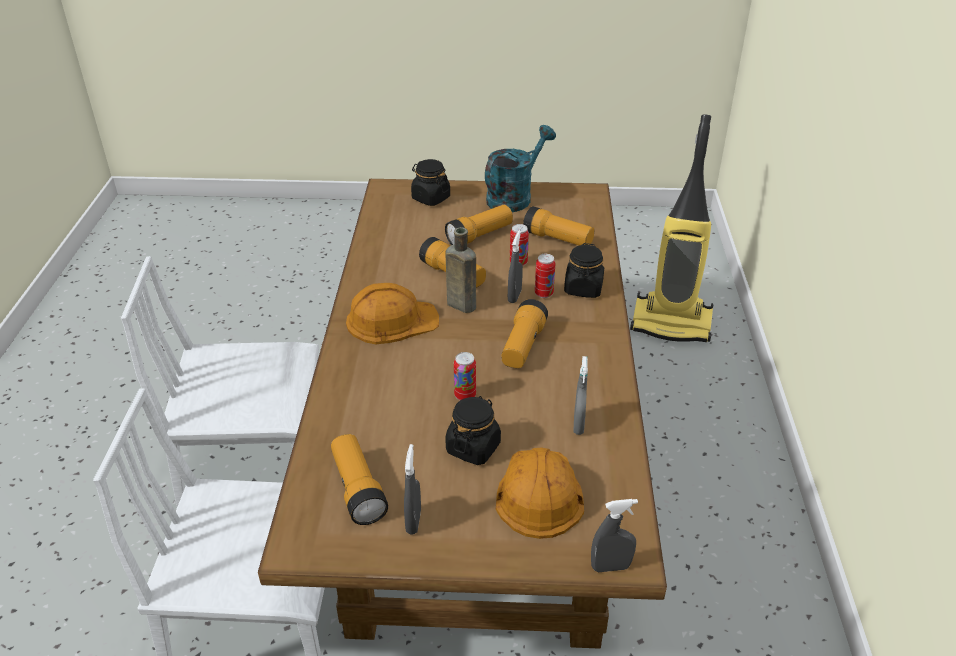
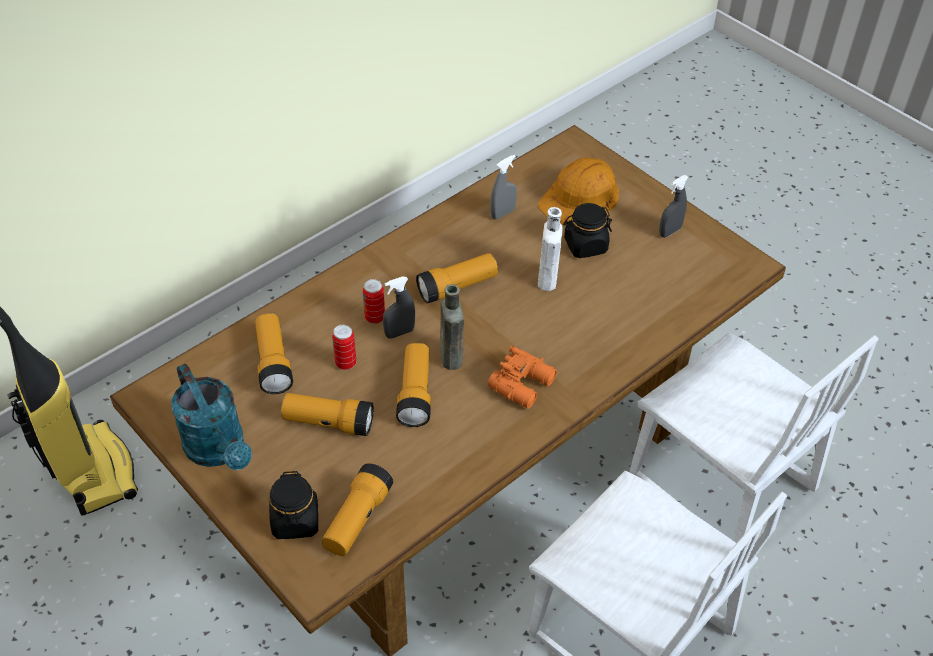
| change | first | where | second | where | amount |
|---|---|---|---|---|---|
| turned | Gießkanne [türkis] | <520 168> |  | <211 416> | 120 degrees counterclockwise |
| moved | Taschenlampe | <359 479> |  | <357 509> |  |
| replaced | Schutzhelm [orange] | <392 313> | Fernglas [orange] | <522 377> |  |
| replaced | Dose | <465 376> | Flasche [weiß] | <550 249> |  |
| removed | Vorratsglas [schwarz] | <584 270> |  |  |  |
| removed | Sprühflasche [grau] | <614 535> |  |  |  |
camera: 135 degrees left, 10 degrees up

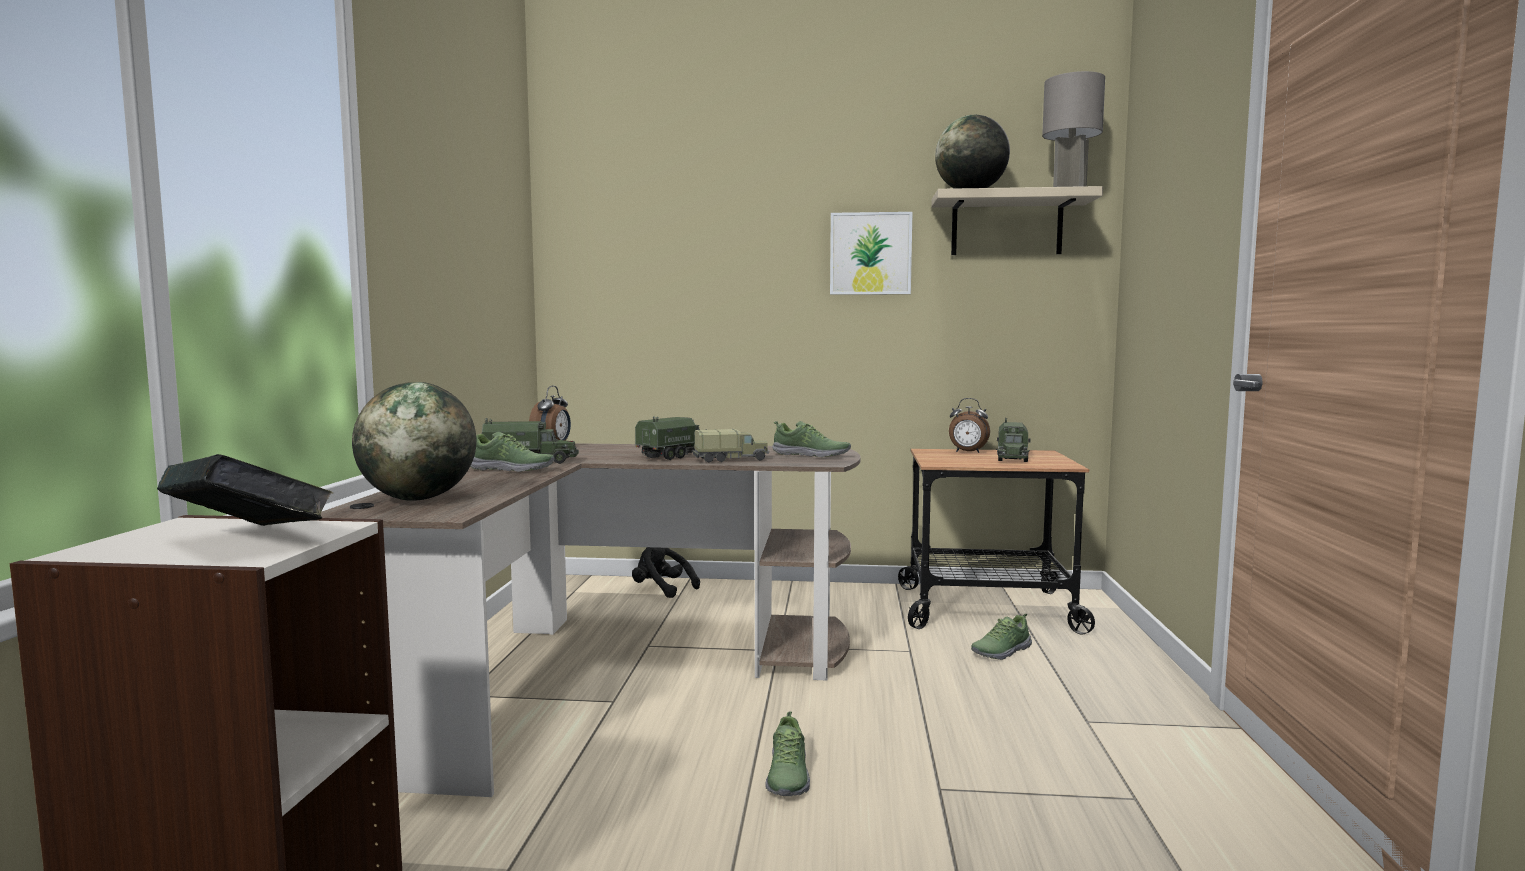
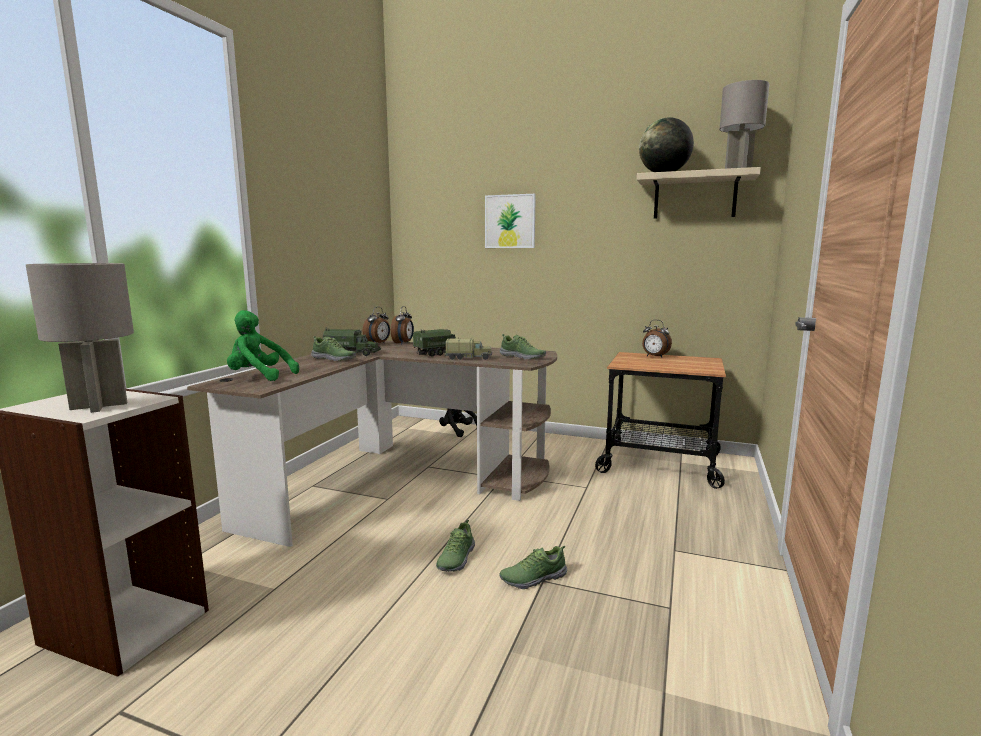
| change | first | where | second | where | amount |
|---|---|---|---|---|---|
| replaced | Buch | <245 490> | Tischlampe [grau] | <80 338> |  |
| replaced | Globus | <414 441> | Plüschtier [grün] | <263 345> |  |
| added |  |  | Wecker | <402 325> |  |
| moved | Bild | <871 253> |  | <510 221> |  |
| moved | Schuh | <1001 637> |  | <533 567> |  |
| removed | Spielzeuglaster | <1013 440> |  |  |  |
camera: 15 degrees right, 5 degrees up

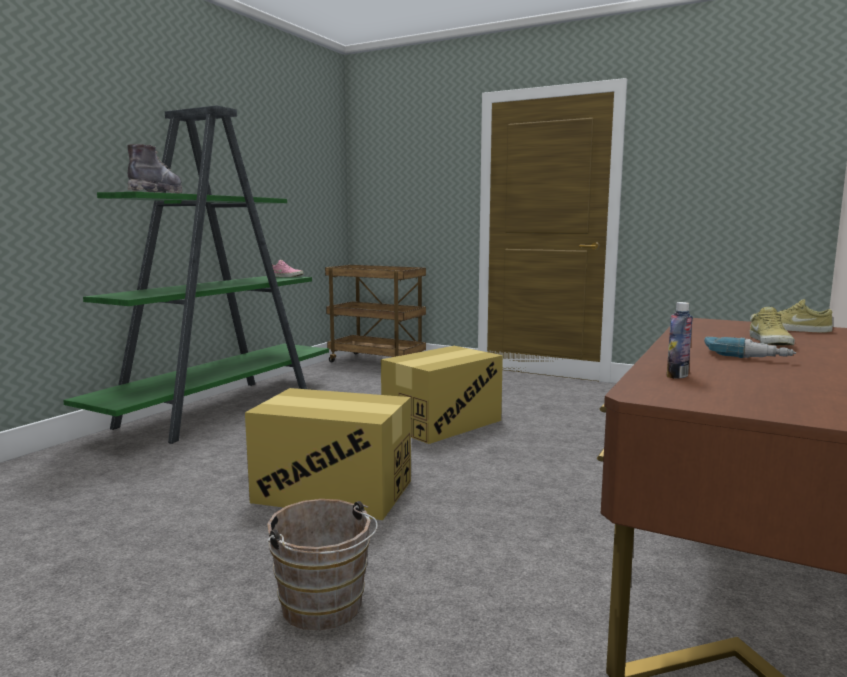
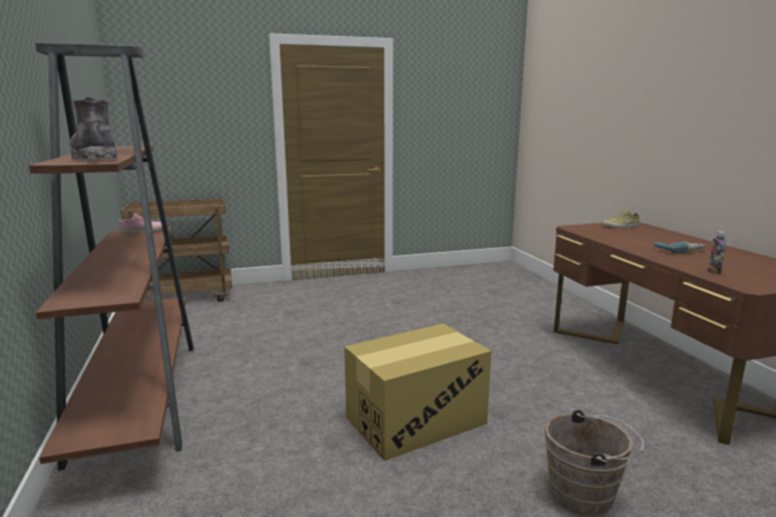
| change | first | where | second | where | amount |
|---|---|---|---|---|---|
| recoloured | Bücherregal [grün] | <196 274> | Bücherregal [braun] | <111 257> |  |
| removed | Karton | <442 395> |  |  |  |
| removed | Schuh [beige] | <772 326> |  |  |  |
camera: 45 degrees left, 5 degrees up

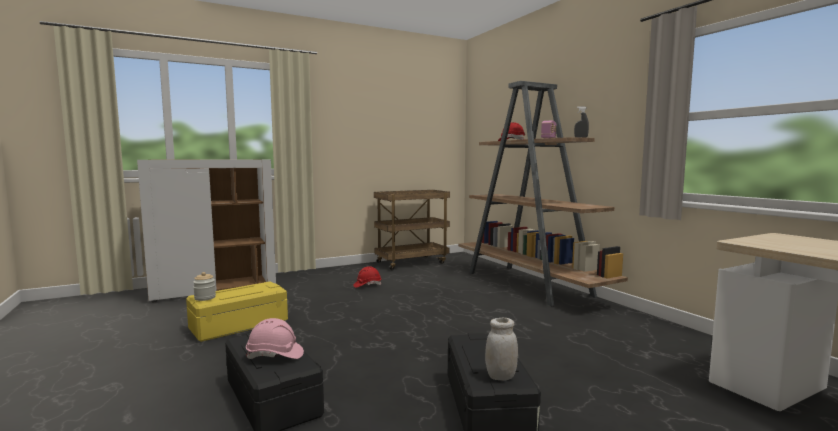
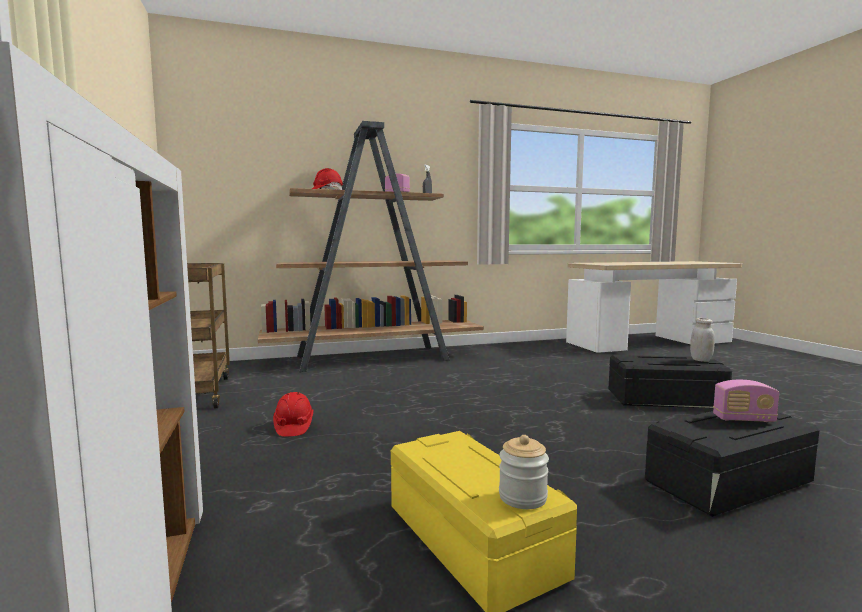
| change | first | where | second | where | amount |
|---|---|---|---|---|---|
| replaced | Schutzhelm [rosa] | <275 338> | Radio | <746 401> |  |
camera: 80 degrees left, 0 degrees up

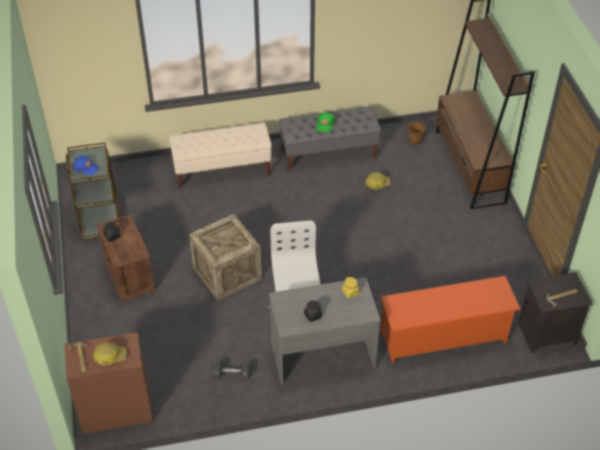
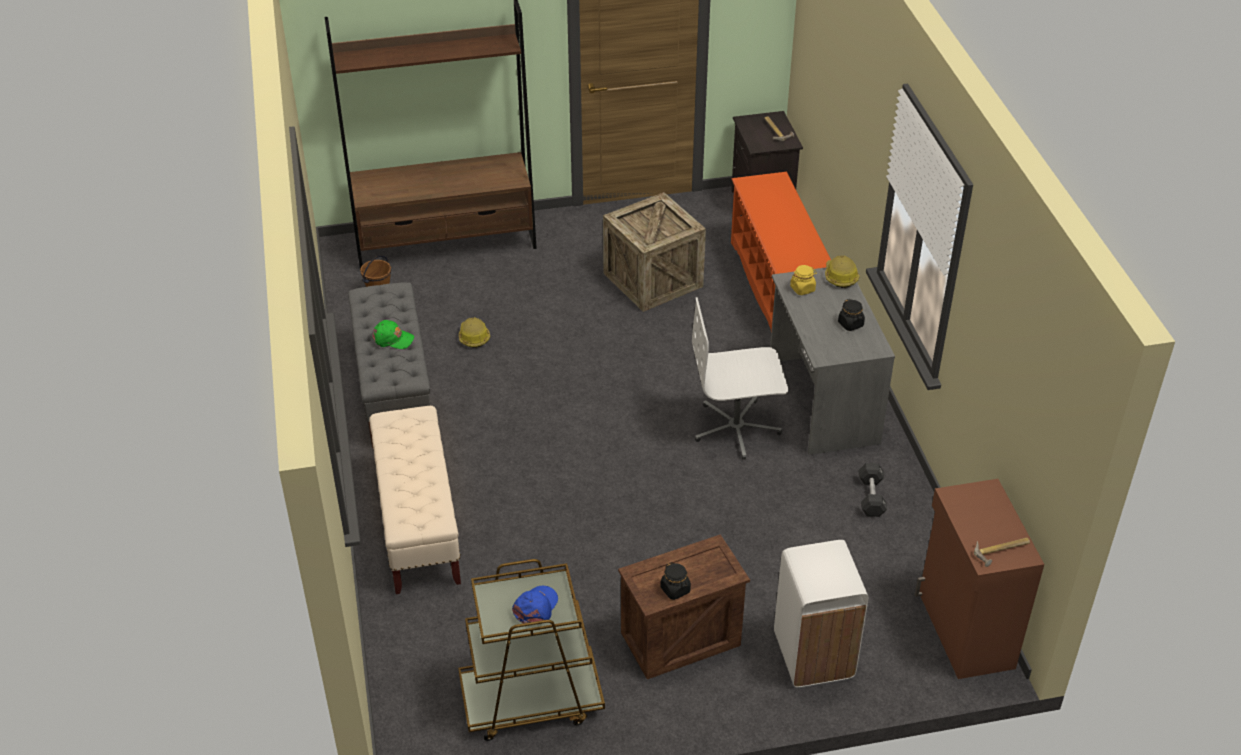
| change | first | where | second | where | amount |
|---|---|---|---|---|---|
| moved | Kiste | <225 257> |  | <654 252> |  |
| added |  |  | Mülleimer [weiß] | <821 613> |  |
| moved | Schutzhelm | <110 354> |  | <842 271> |  |
camera: 90 degrees left, 5 degrees down

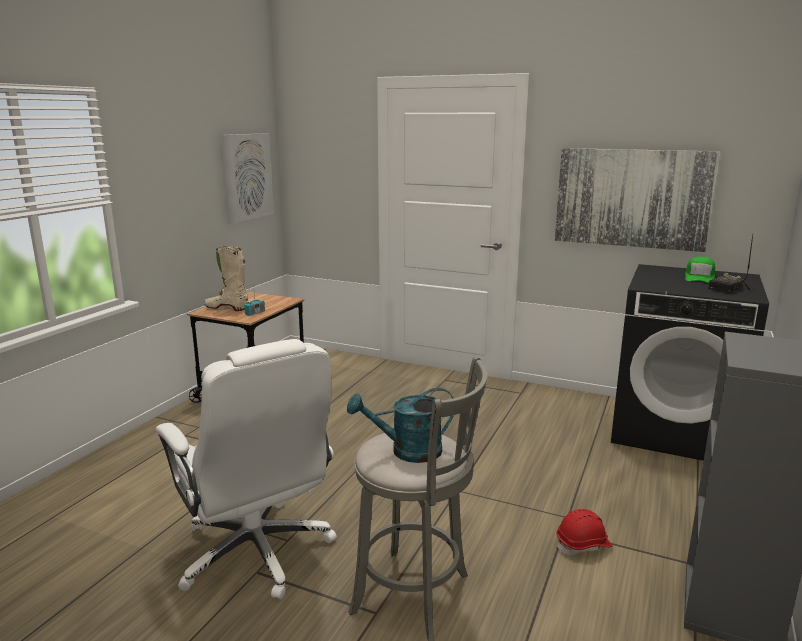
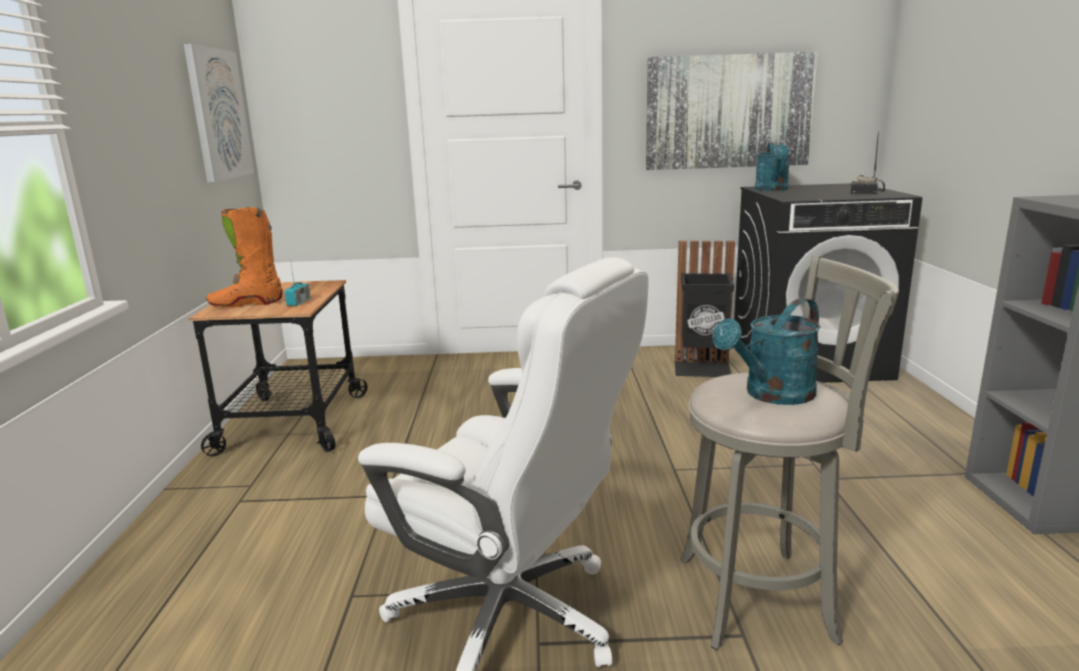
| change | first | where | second | where | amount |
|---|---|---|---|---|---|
| recoloured | Stiefel [beige] | <226 278> | Stiefel [orange] | <244 257> |  |
| added |  |  | Mülleimer [schwarz] | <705 309> |  |
| added |  |  | Gießkanne [türkis] | <772 167> |  |
| removed | Schutzhelm [rot] | <584 532> |  |  |  |
| removed | Kappe [grün] | <700 270> |  |  |  |
camera: 25 degrees left, 0 degrees up

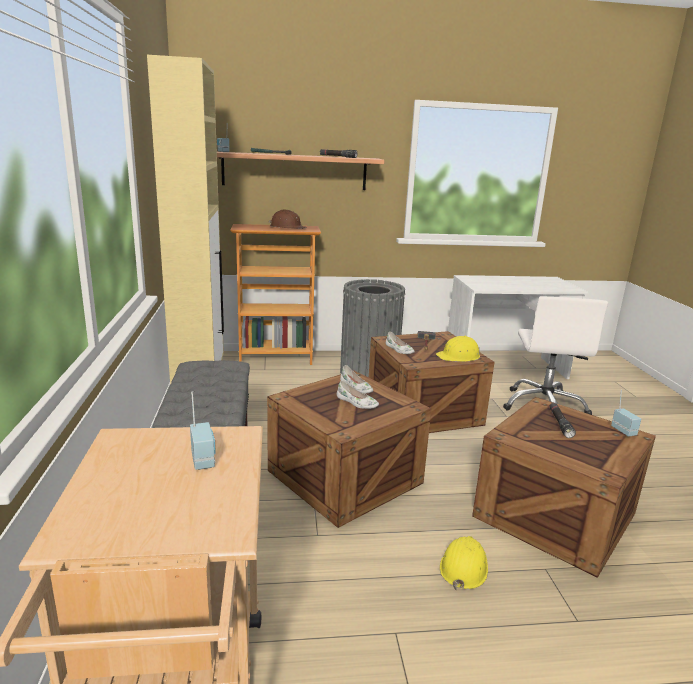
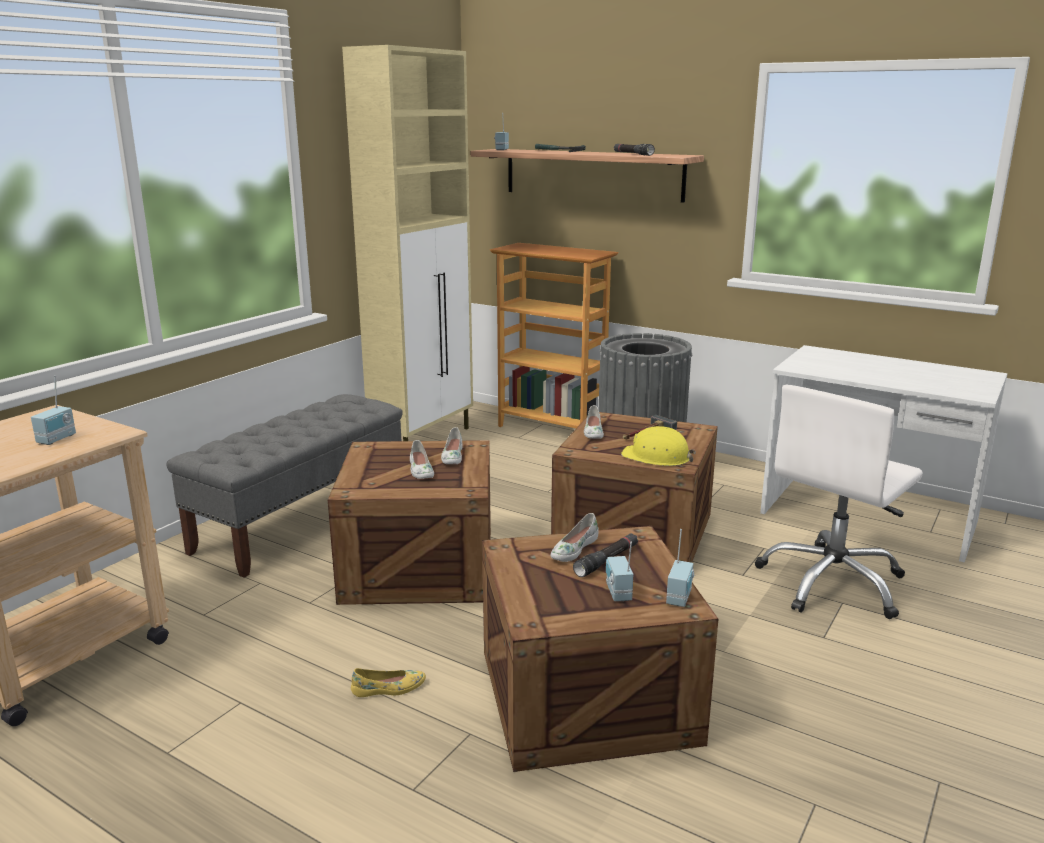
| change | first | where | second | where | amount |
|---|---|---|---|---|---|
| replaced | Schutzhelm [gelb] | <464 563> | Schuh [gelb] | <388 682> |  |
| added |  |  | Schuh [weiß] | <575 537> |  |
| added |  |  | Radio | <619 571> |  |
| removed | Schutzhelm [braun] | <288 219> |  |  |  |
camera: 40 degrees right, 0 degrees up

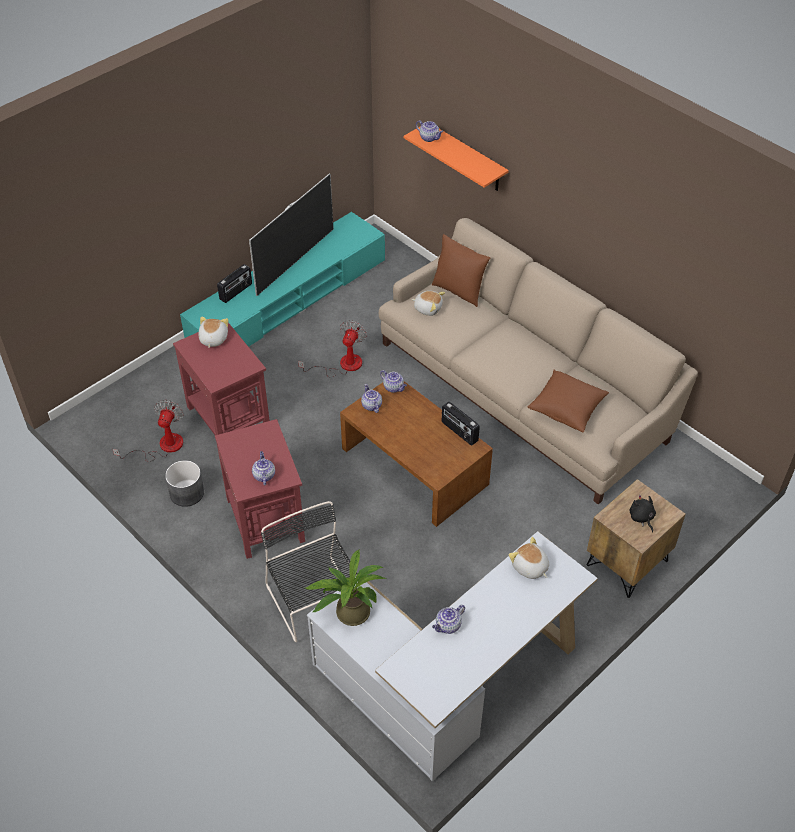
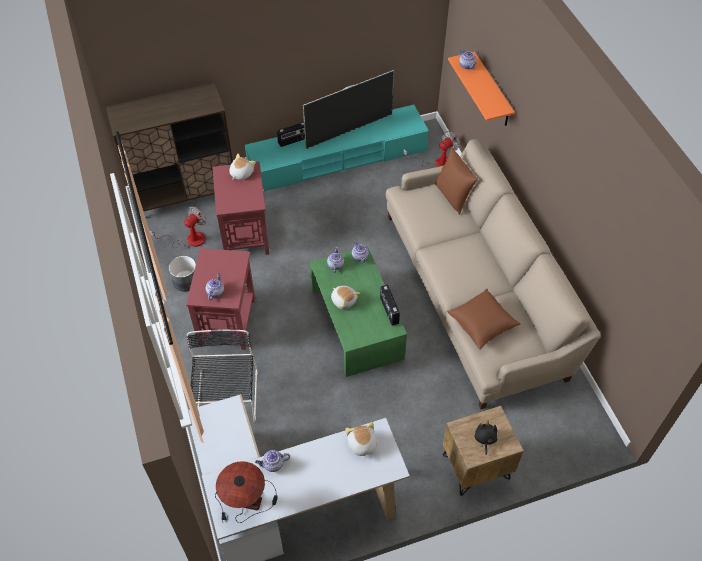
| change | first | where | second | where | amount |
|---|---|---|---|---|---|
| added |  |  | Schrank [braun] | <169 147> |  |
| added |  |  | Tischlampe | <246 492> |  |
| recoloured | Couchtisch [braun] | <416 454> | Couchtisch [grün] | <358 311> |  |
| moved | Plüschtier | <428 303> |  | <345 297> |  |
| moved | Ventilator | <332 348> |  | <431 150> |  |
| removed | Topfpflanze | <345 587> |  |  |  |
camera: 25 degrees right, 5 degrees up

